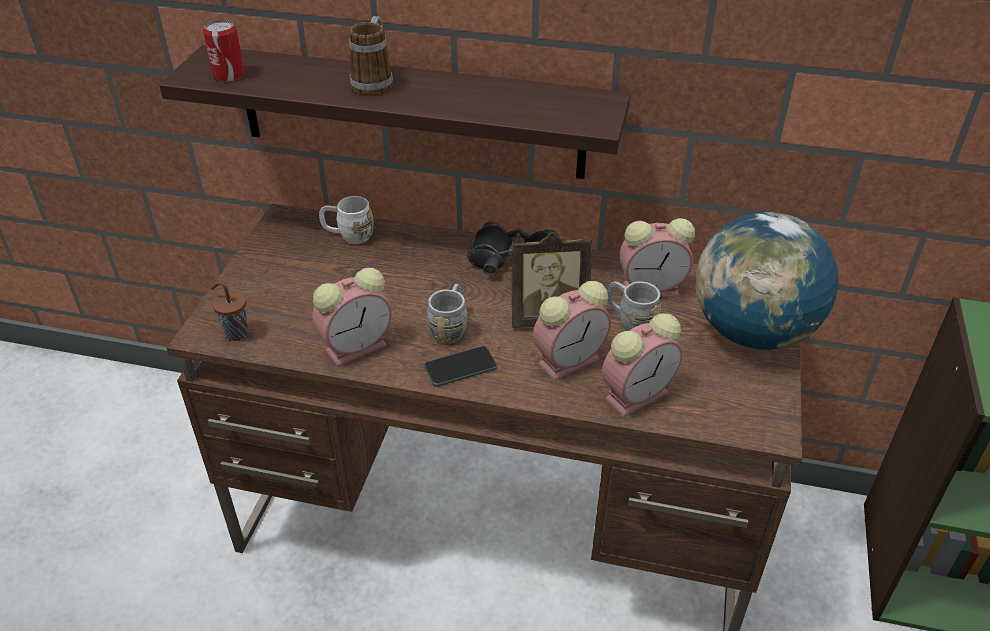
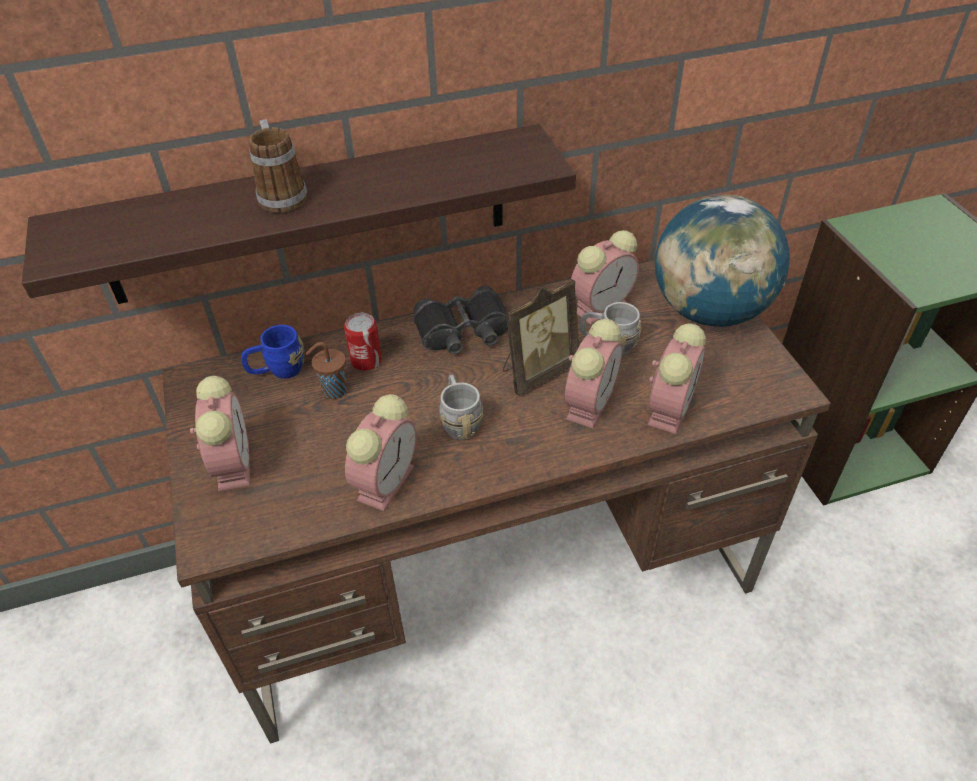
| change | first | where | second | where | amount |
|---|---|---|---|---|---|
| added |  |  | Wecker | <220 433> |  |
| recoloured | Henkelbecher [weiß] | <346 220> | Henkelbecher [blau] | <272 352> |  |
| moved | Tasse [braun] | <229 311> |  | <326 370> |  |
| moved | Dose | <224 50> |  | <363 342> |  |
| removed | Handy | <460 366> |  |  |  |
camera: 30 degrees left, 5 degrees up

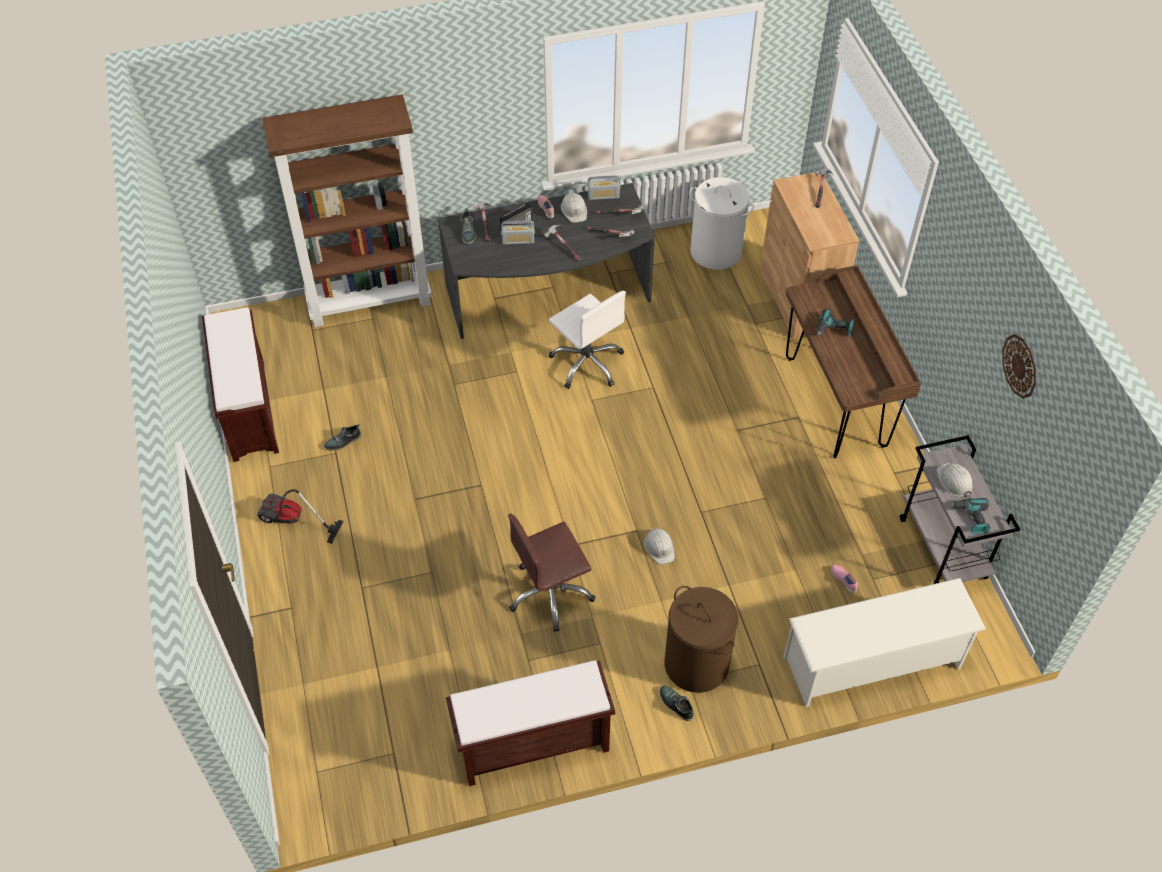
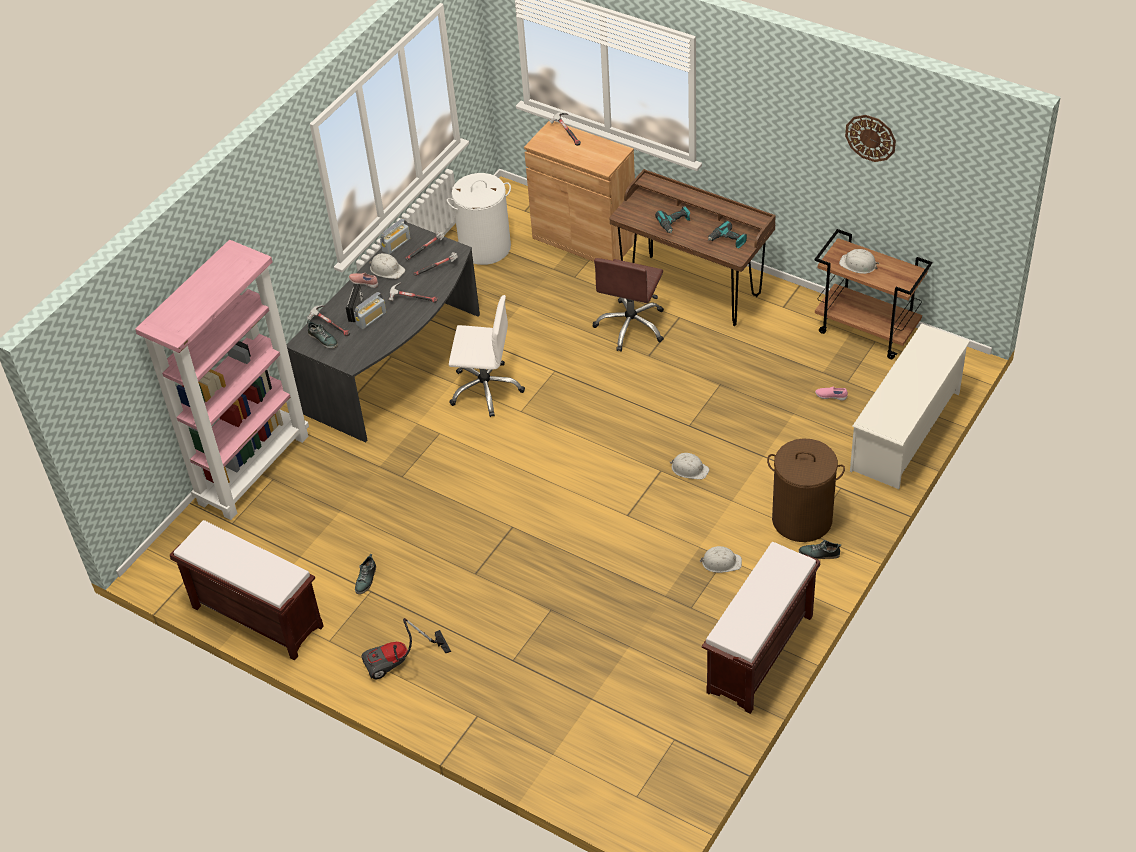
| change | first | where | second | where | amount |
|---|---|---|---|---|---|
| recoloured | Bücherregal [braun] | <347 210> | Bücherregal [rosa] | <222 380> |  |
| moved | Bürostuhl [braun] | <551 573> |  | <628 305> |  |
| added |  |  | Schutzhelm [weiß] | <721 559> |  |
| moved | Bohrmaschine | <969 516> |  | <727 234> |  |
| recoloured | Rollwagen [grau] | <960 509> | Rollwagen [braun] | <873 294> |  |
camera: 40 degrees left, 5 degrees down

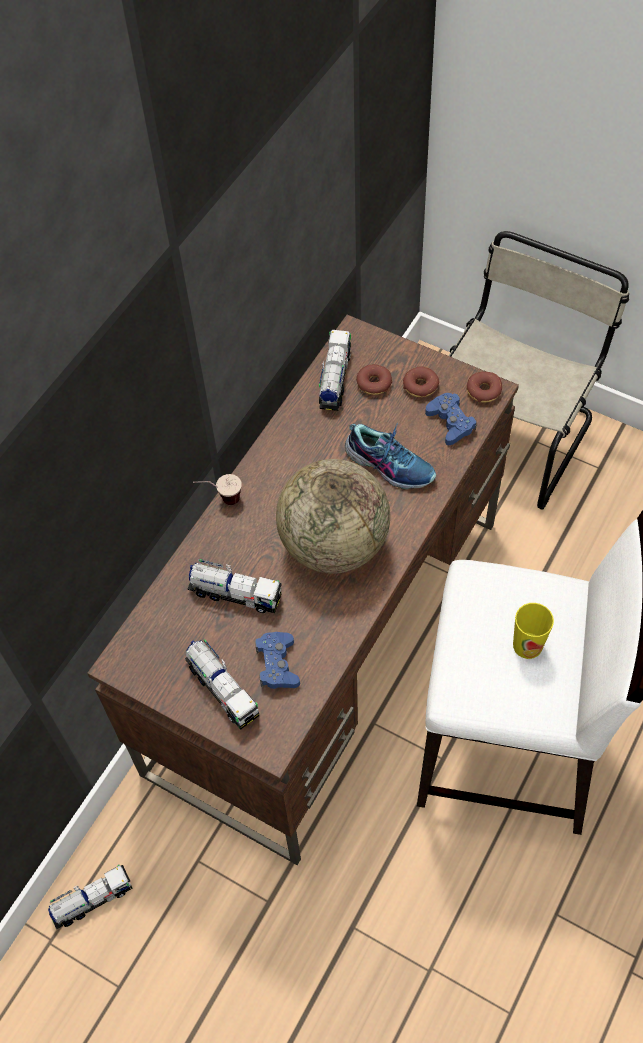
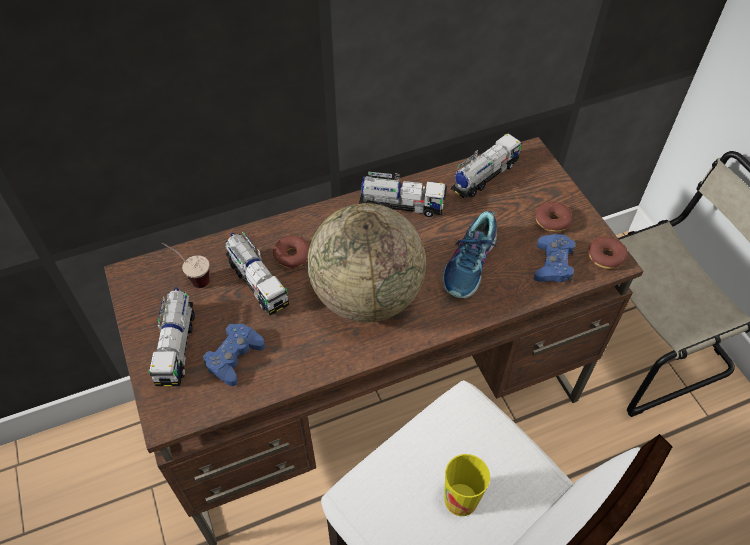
| change | first | where | second | where | amount |
|---|---|---|---|---|---|
| moved | Tasse | <217 489> |  | <185 265> |  |
| moved | Donut | <374 379> |  | <291 252> |  |
| moved | Spielzeuglaster | <90 897> |  | <403 194> |  |
| turned | Schuh | <390 456> |  | <469 254> | 45 degrees clockwise |
camera: 35 degrees right, 5 degrees down

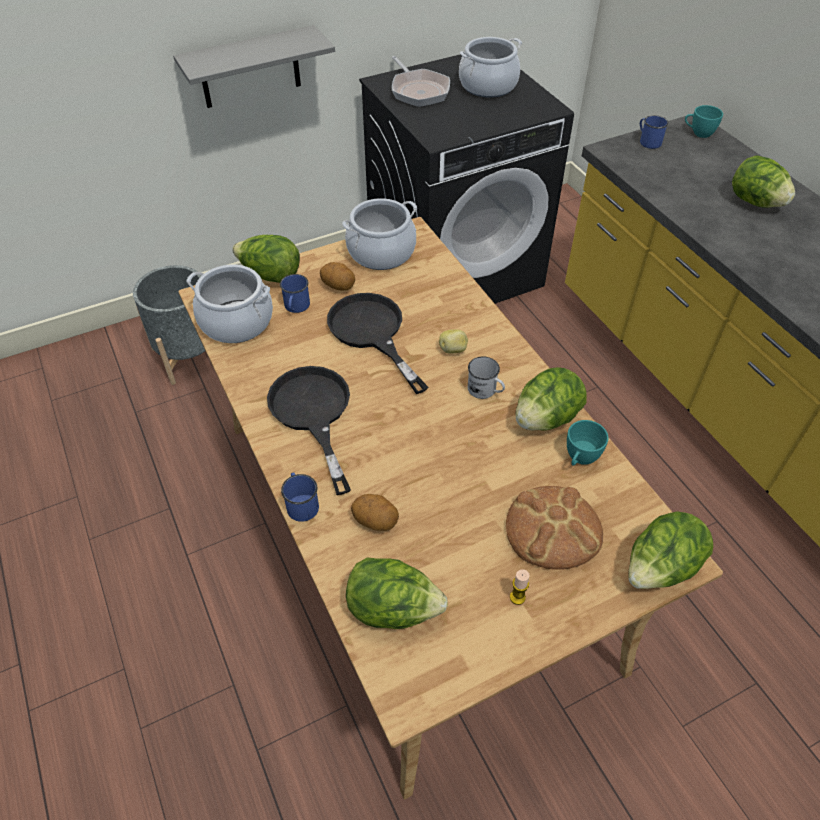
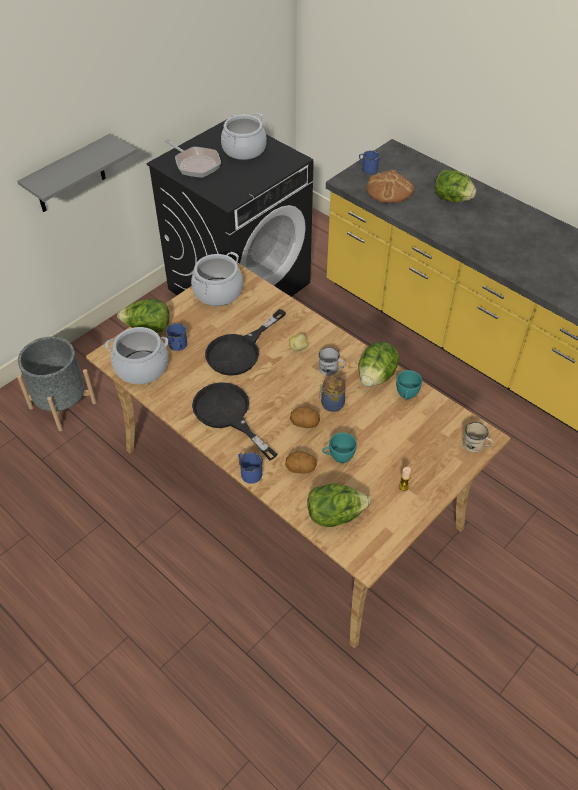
| change | first | where | second | where | amount |
|---|---|---|---|---|---|
| turned | Pfanne [schwarz] | <377 343> |  | <245 342> | 90 degrees counterclockwise |
| moved | Kartoffel | <337 276> |  | <305 417> |  |
| added |  |  | Vorratsglas | <332 393> |  |
| moved | Tasse [türkis] | <704 121> |  | <339 447> |  |
| moved | Brot | <554 527> |  | <390 186> |  |
| replaced | Salatkopf | <670 550> | Henkelbecher [beige] | <478 437> |  |
camera: 20 degrees left, 0 degrees up

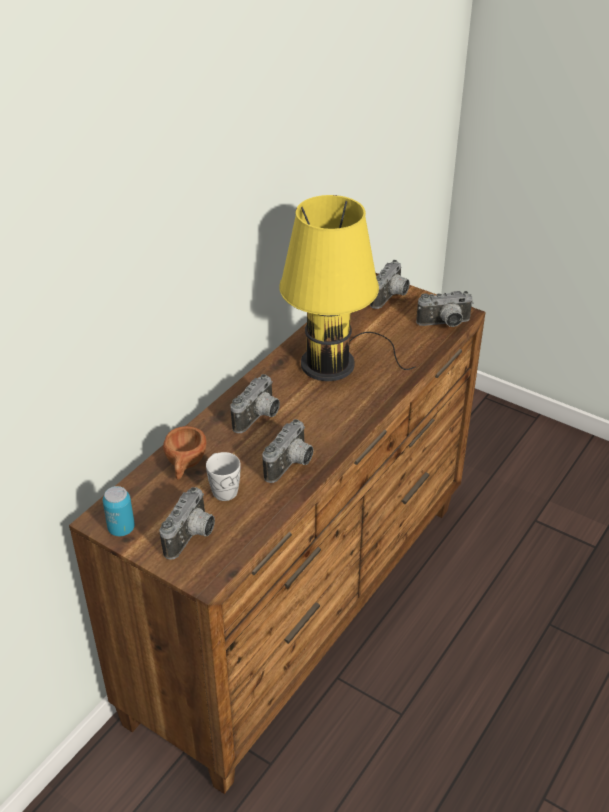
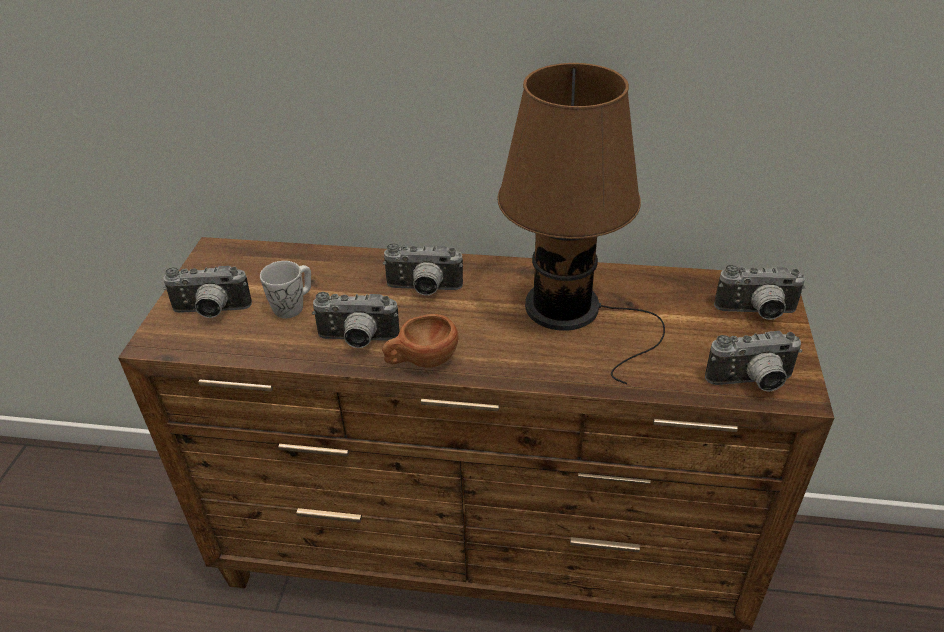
| change | first | where | second | where | amount |
|---|---|---|---|---|---|
| moved | Tasse [braun] | <184 453> |  | <420 341> |  |
| recoloured | Tischlampe [gelb] | <347 288> | Tischlampe [braun] | <581 223> |  |
| turned | Kamera | <445 309> |  | <753 361> | 60 degrees counterclockwise |
| removed | Dose | <119 511> |  |  |  |
camera: 65 degrees right, 0 degrees up

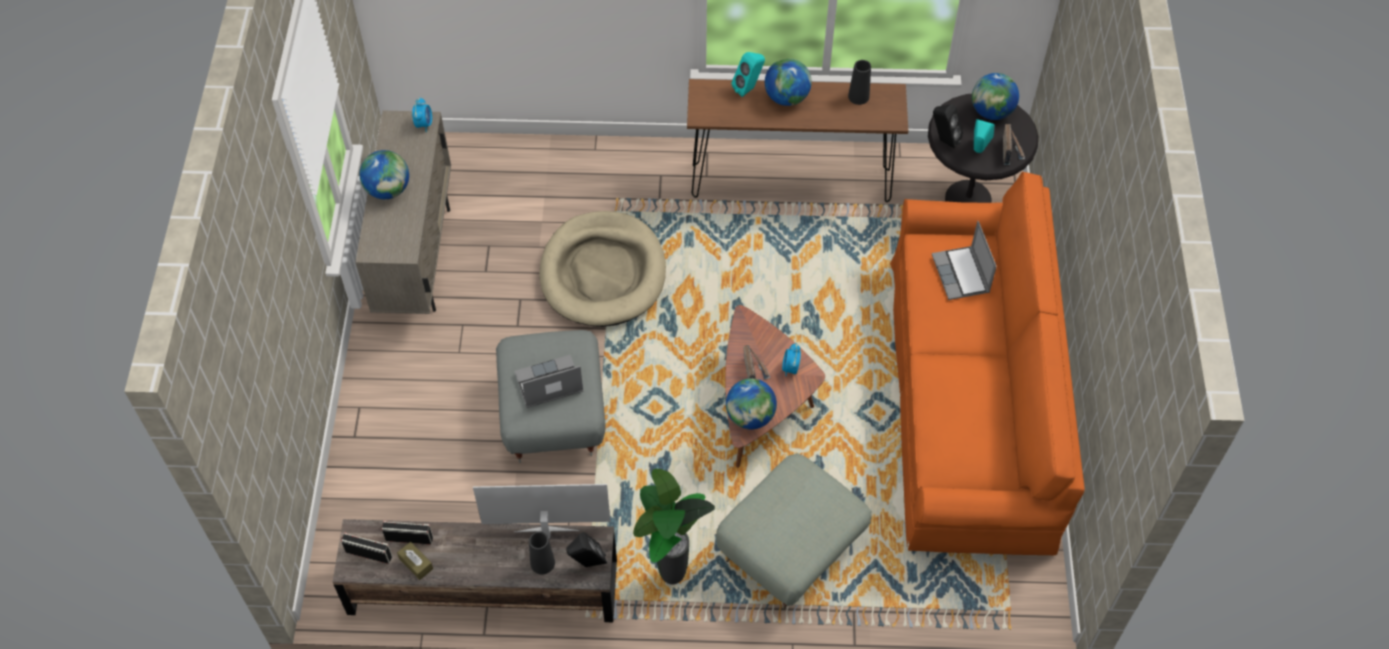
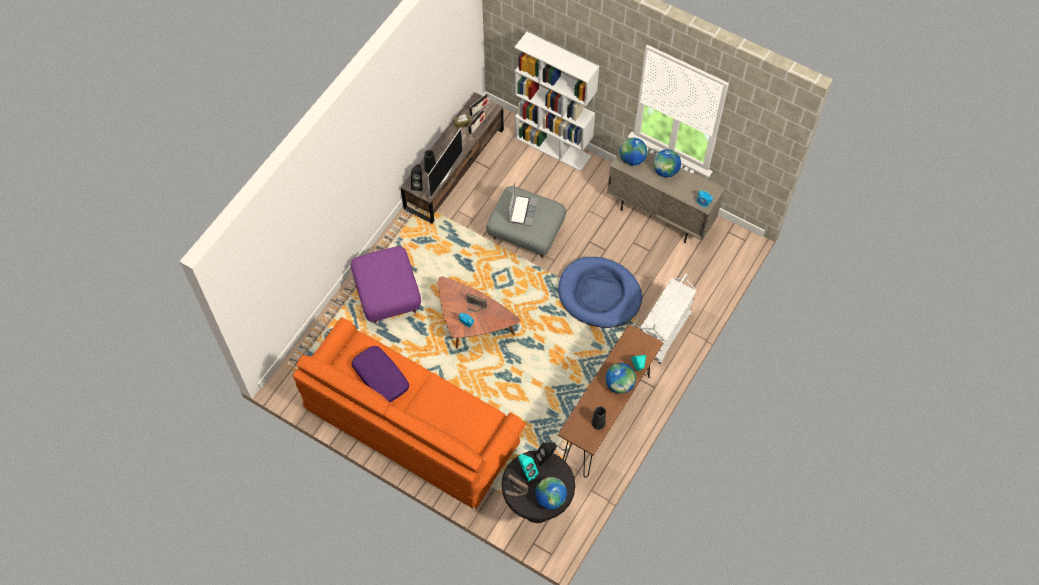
| change | first | where | second | where | amount |
|---|---|---|---|---|---|
| recoloured | Polsterhocker [grau] | <794 531> | Polsterhocker [lila] | <386 285> |  |
| added |  |  | Kissen [lila] | <380 374> |  |
| added |  |  | Bücherregal [weiß] | <556 101> |  |
| recoloured | Hundebett [beige] | <602 269> | Hundebett [blau] | <600 292> |  |
| moved | Globus | <751 403> |  | <633 152> |  |
| added |  |  | Rollwagen [weiß] | <668 319> |  |
| removed | Topfpflanze | <674 526> |  |  |  |
| removed | Laptop | <964 260> |  |  |  |
camera: 120 degrees right, 5 degrees up

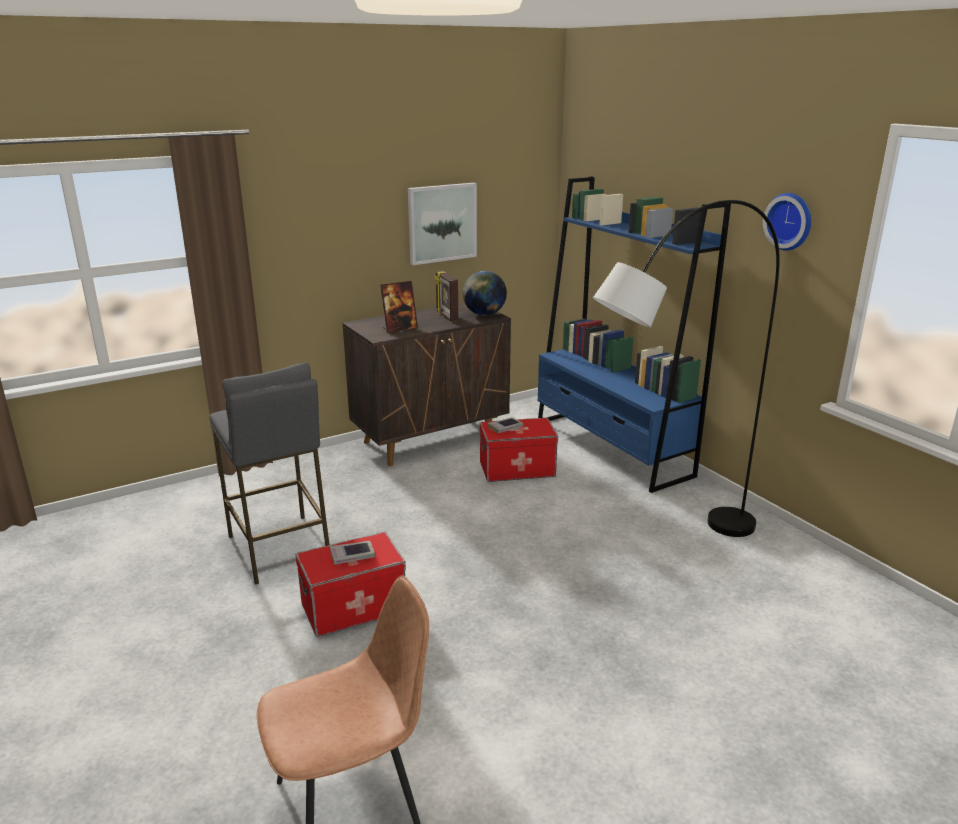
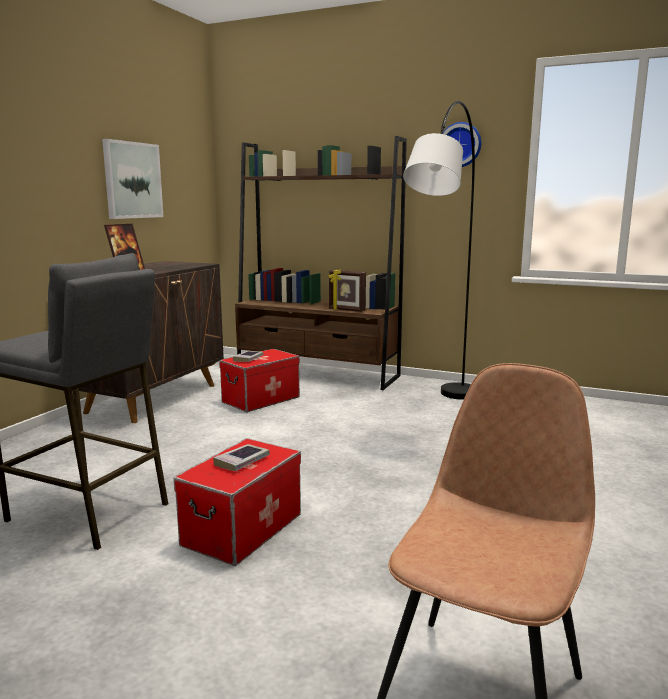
| change | first | where | second | where | amount |
|---|---|---|---|---|---|
| recoloured | Bücherregal [blau] | <634 334> | Bücherregal [braun] | <321 263> |  |
| moved | Bilderrahmen | <446 296> |  | <347 291> |  |
| removed | Globus | <485 293> |  |  |  |
camera: 35 degrees left, 10 degrees down

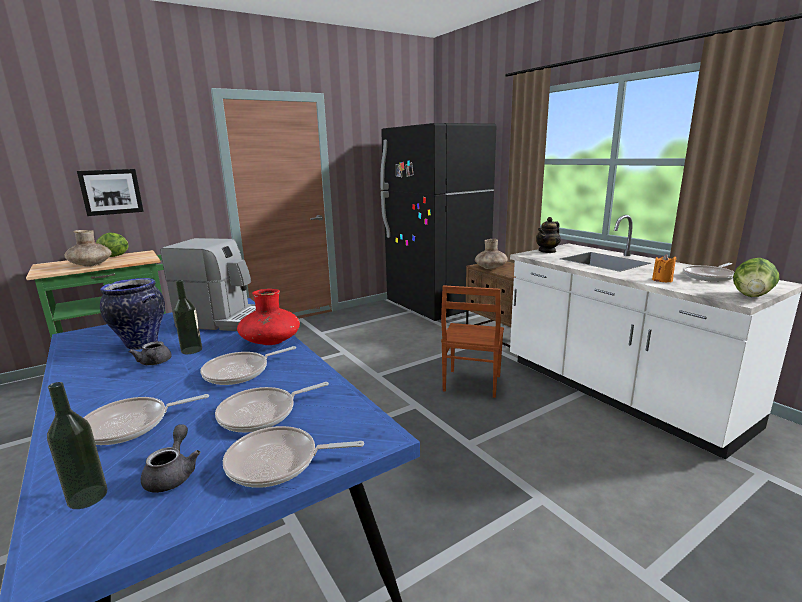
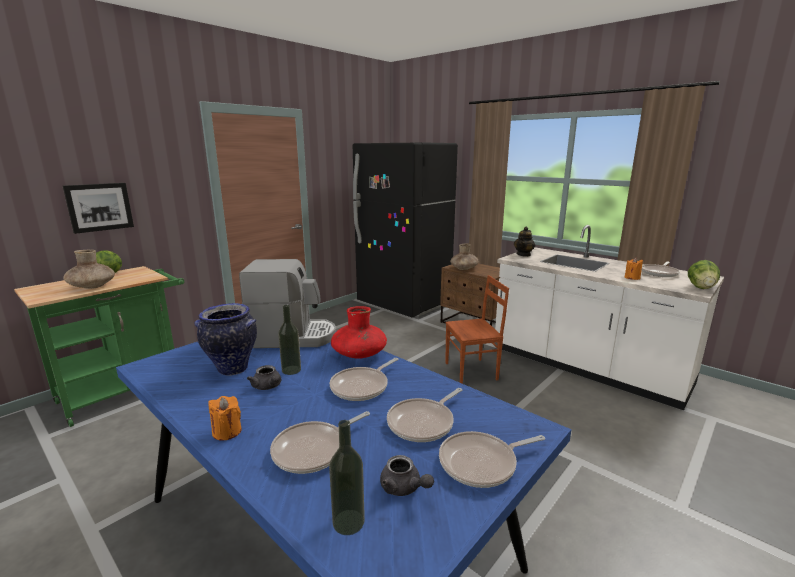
| change | first | where | second | where | amount |
|---|---|---|---|---|---|
| added |  |  | Kerze [orange] | <225 418> |  |
| turned | Teekanne [grau] | <170 458> |  | <407 475> | 150 degrees clockwise |
| turned | Stuhl [braun] | <472 341> |  | <477 329> | 105 degrees counterclockwise |
camera: 15 degrees left, 0 degrees up

